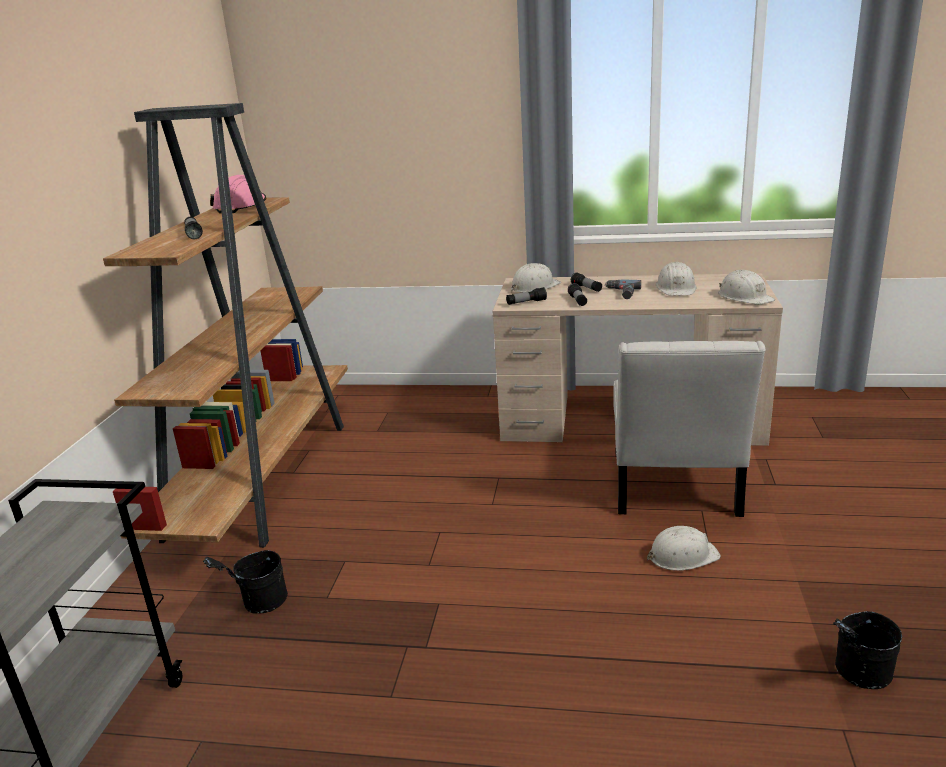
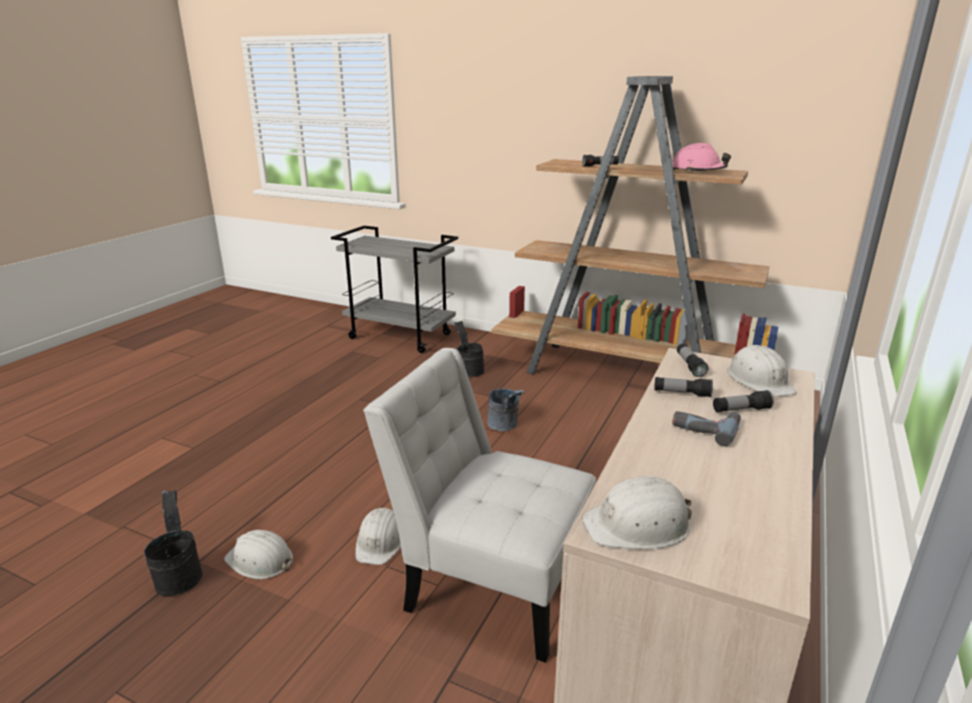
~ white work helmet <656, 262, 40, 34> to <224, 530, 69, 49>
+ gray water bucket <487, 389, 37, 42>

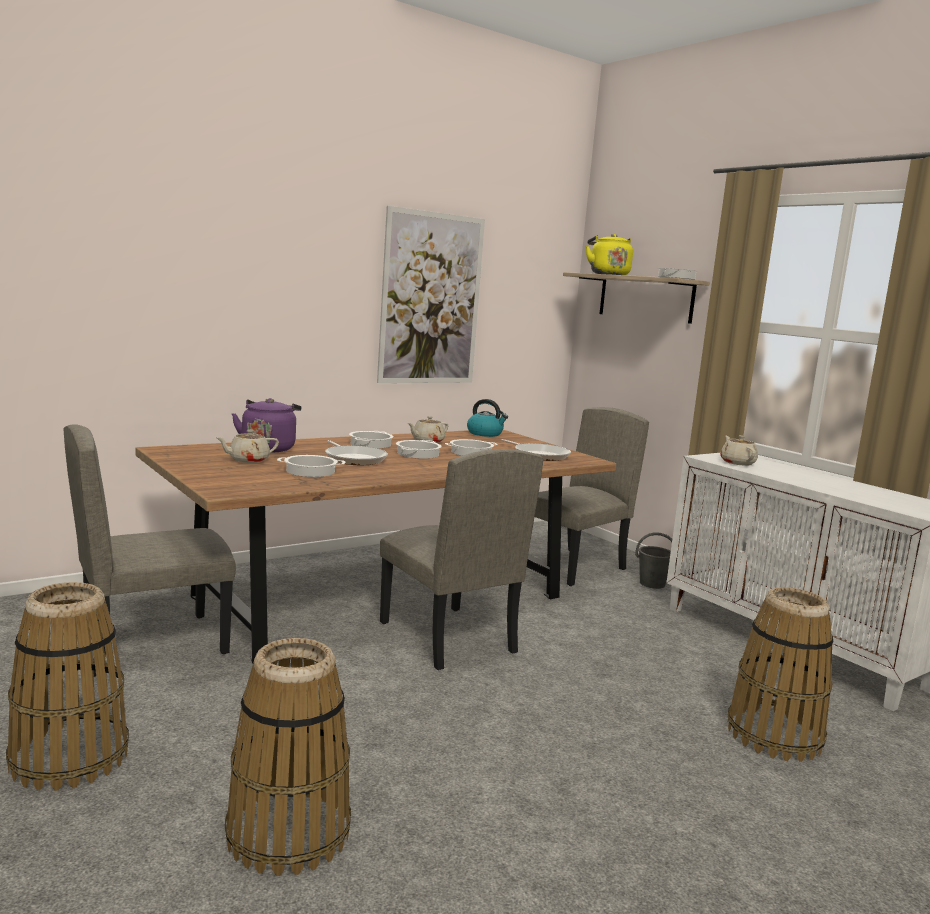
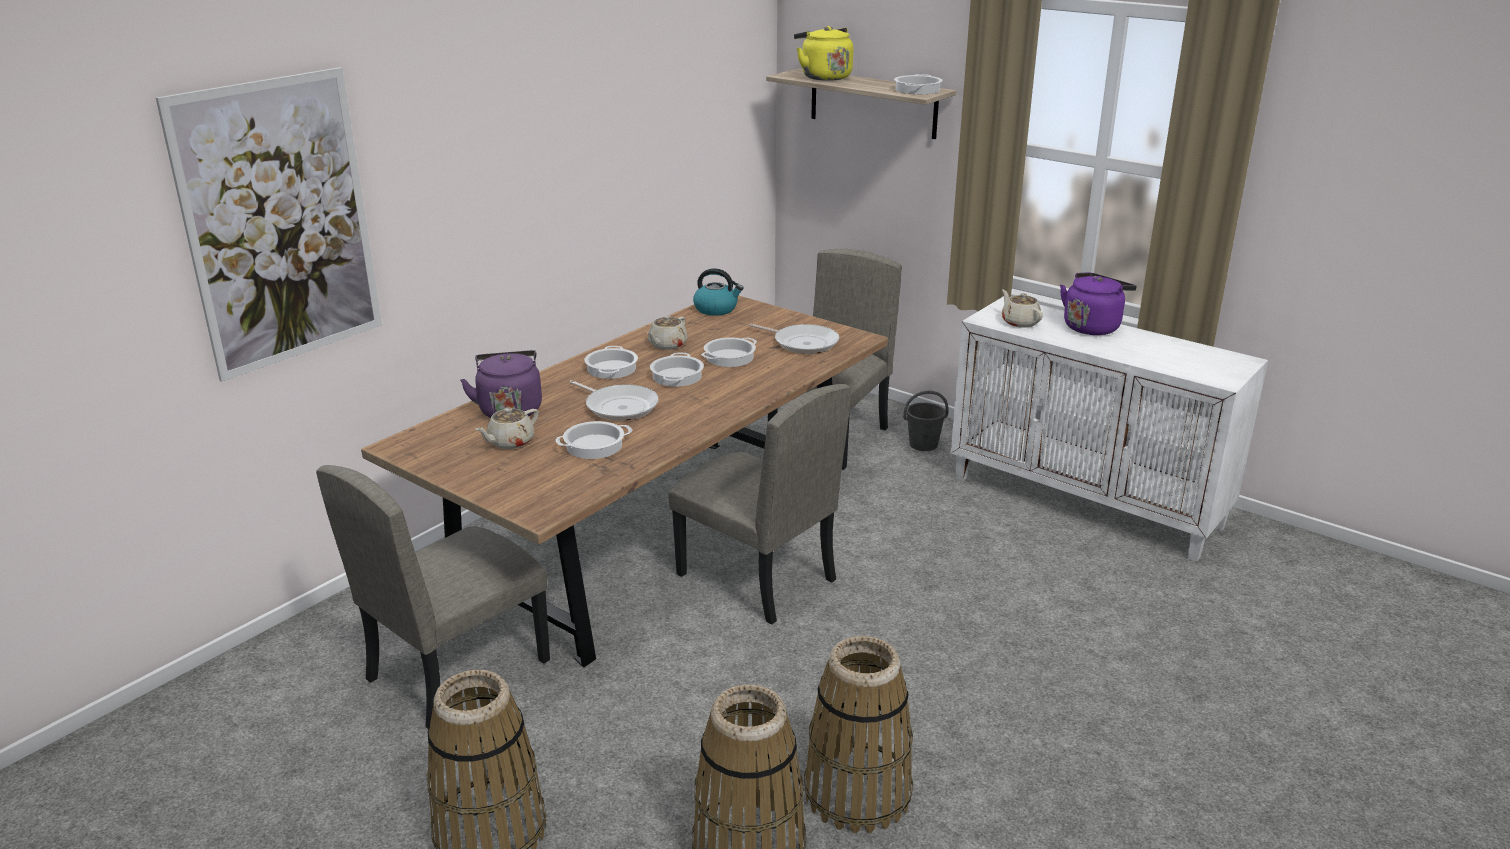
~ wall picture <377, 206, 108, 177> to <156, 67, 226, 315>
~ household basket <727, 587, 106, 175> to <804, 636, 109, 197>
+ purplish kettle <1060, 272, 77, 63>

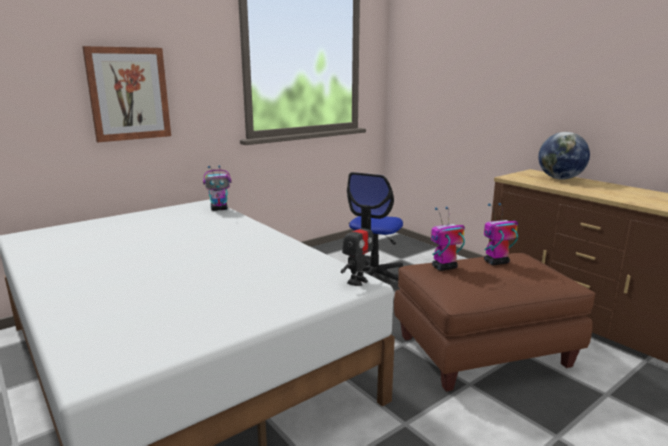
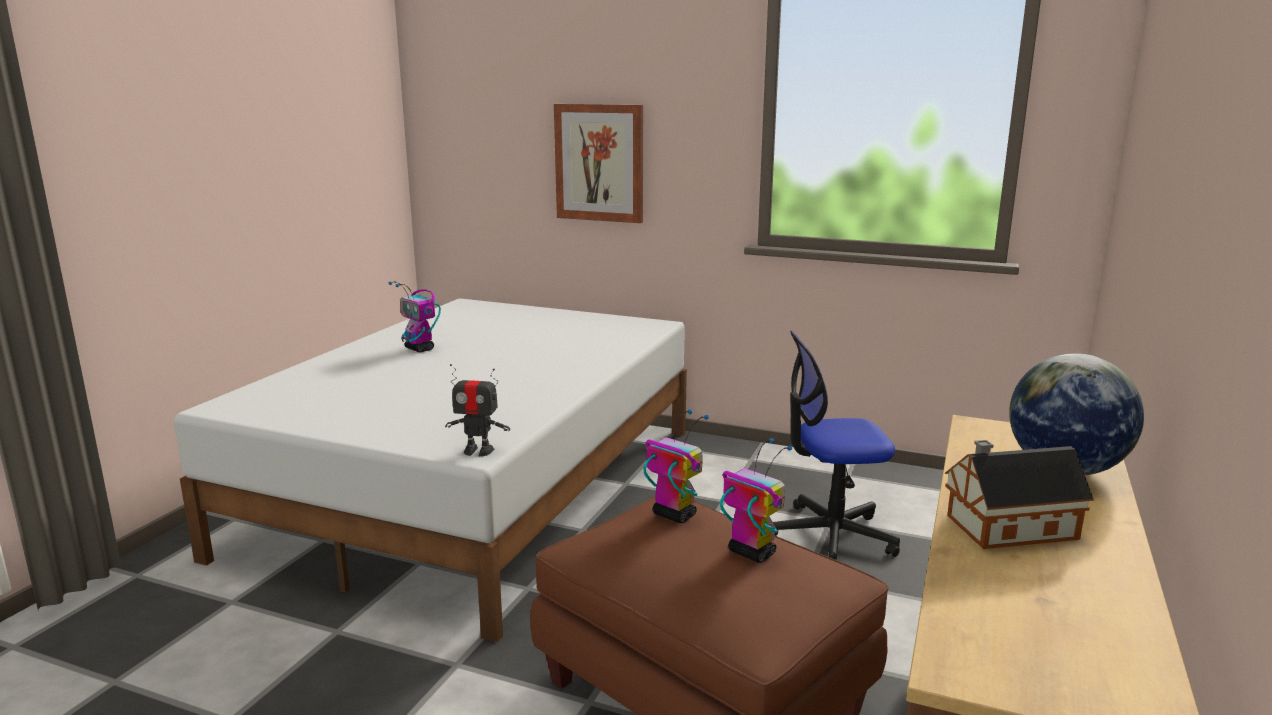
~ toy robot <203, 165, 28, 46> to <388, 281, 53, 71>
+ miniature house <945, 440, 149, 109>

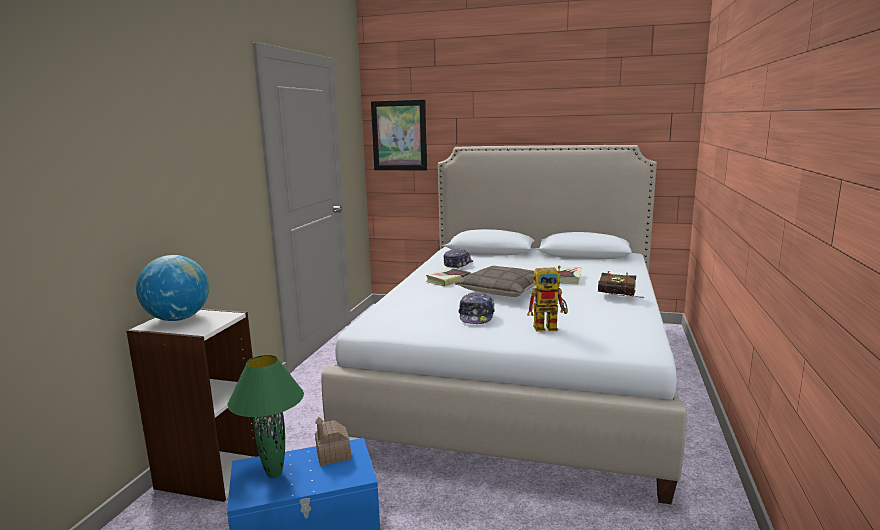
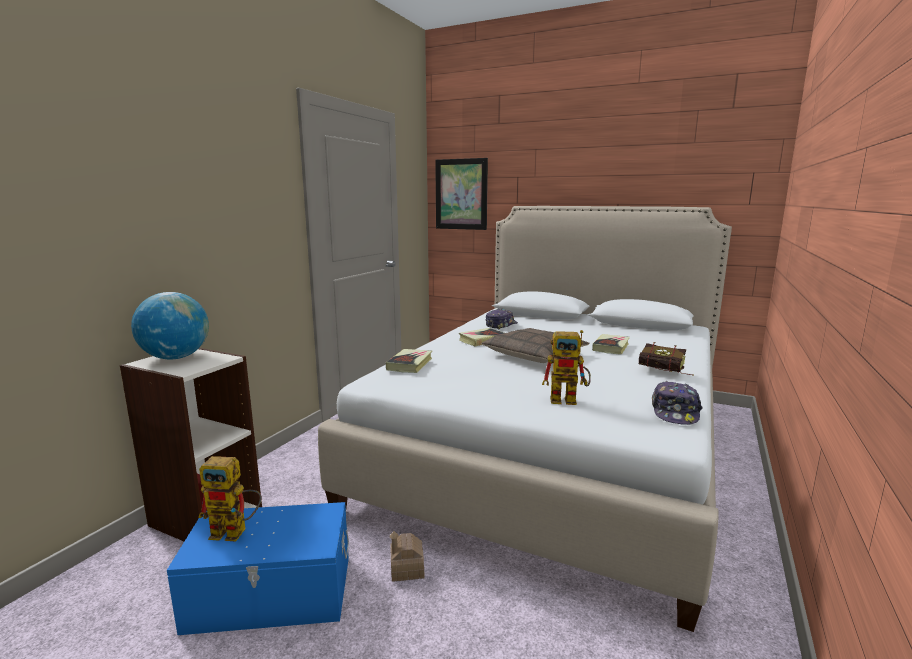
~ greenish lamp for a table <228, 355, 76, 123> to toy robot <198, 456, 64, 85>
~ miniature house <315, 417, 37, 49> to <390, 531, 35, 51>
~ cap <458, 293, 37, 31> to <652, 381, 51, 44>
+ bound book <386, 349, 46, 24>

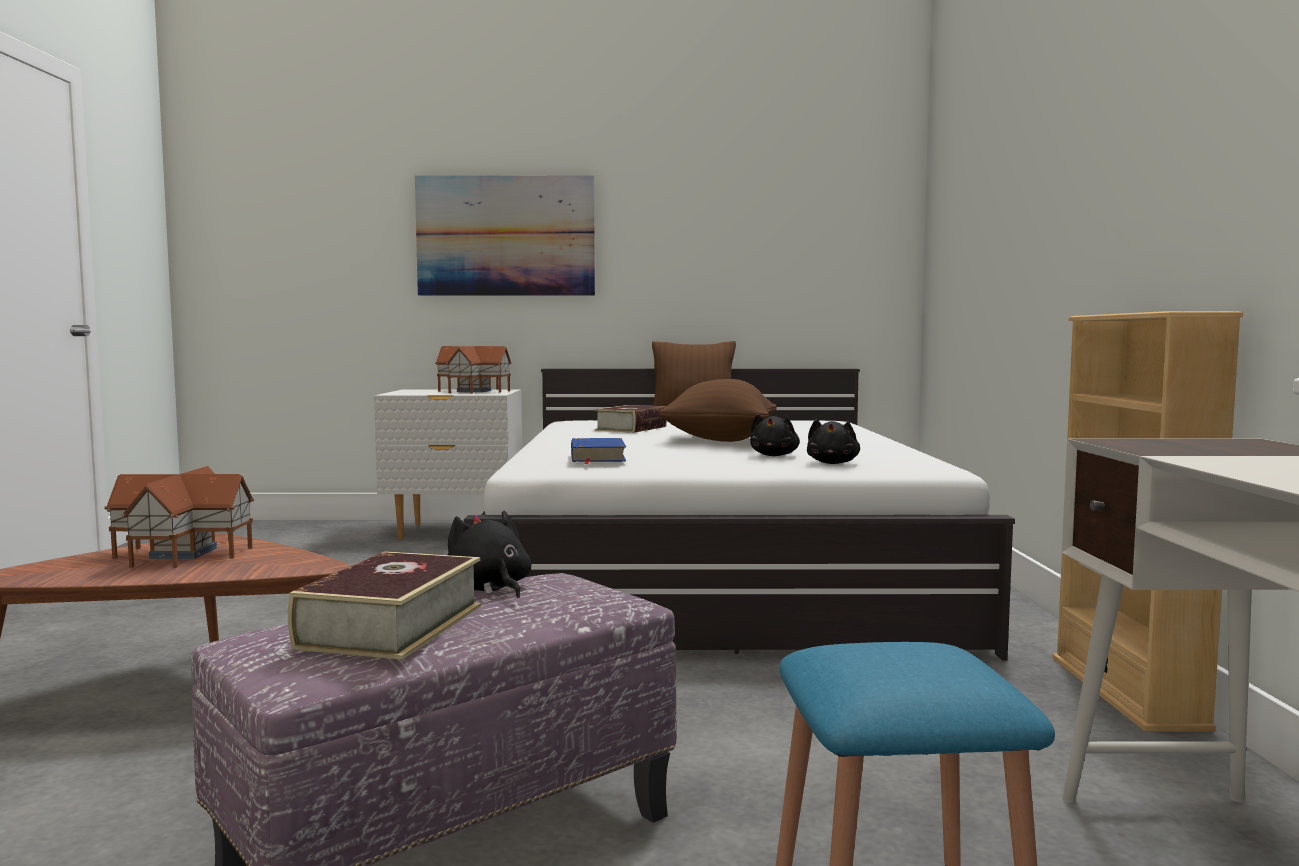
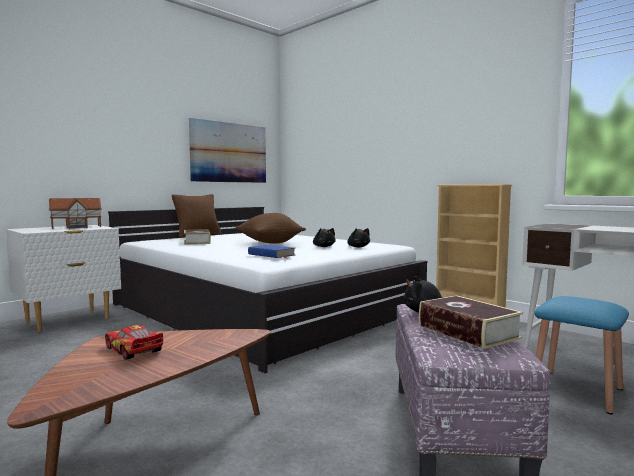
~ miniature house <104, 466, 150, 102> to model car <105, 325, 58, 35>
~ wall picture <415, 175, 180, 121> to <189, 118, 77, 65>

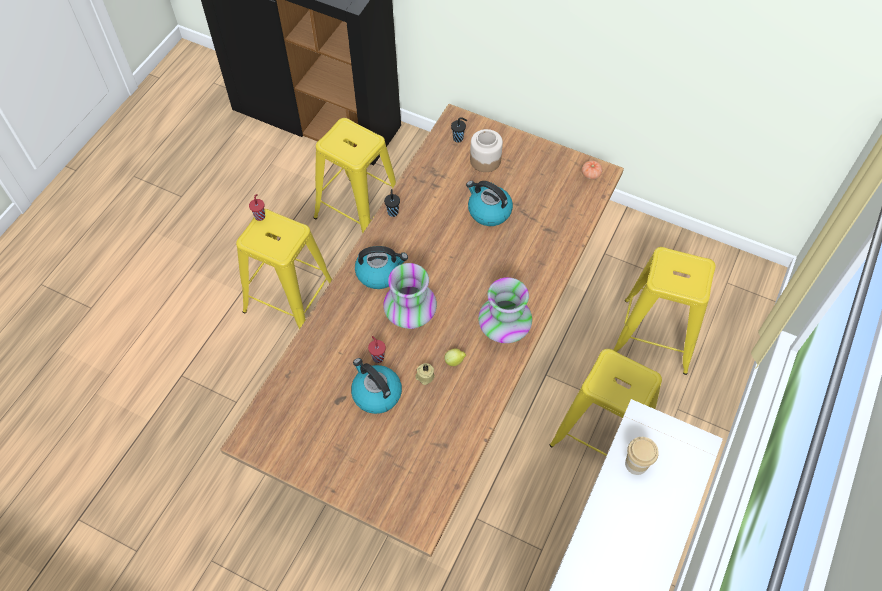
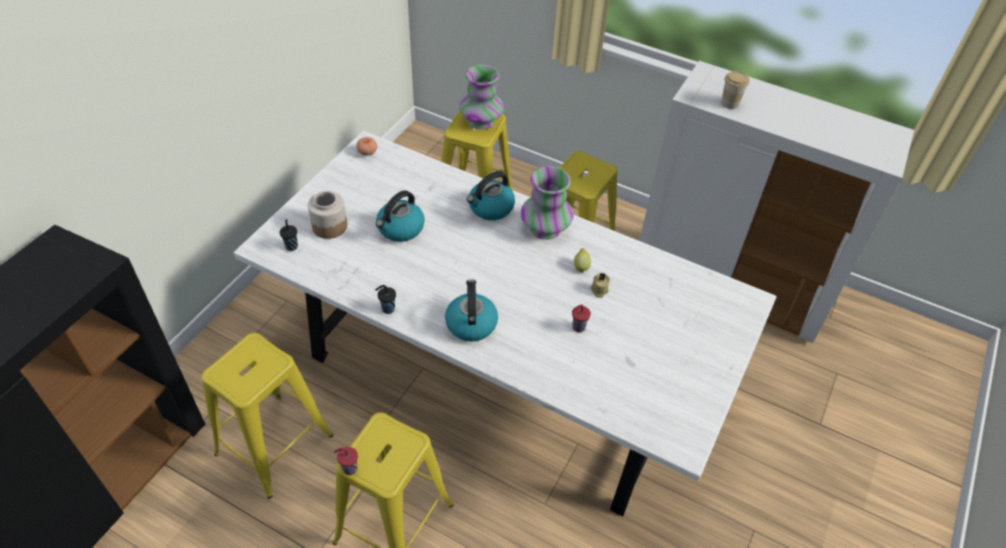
~ brown dinner table <220, 104, 404, 453> to white dinner table <234, 131, 543, 385>
~ kettle <351, 358, 51, 56> to <467, 171, 48, 49>
~ decorative vase <383, 263, 54, 66> to <459, 65, 45, 65>

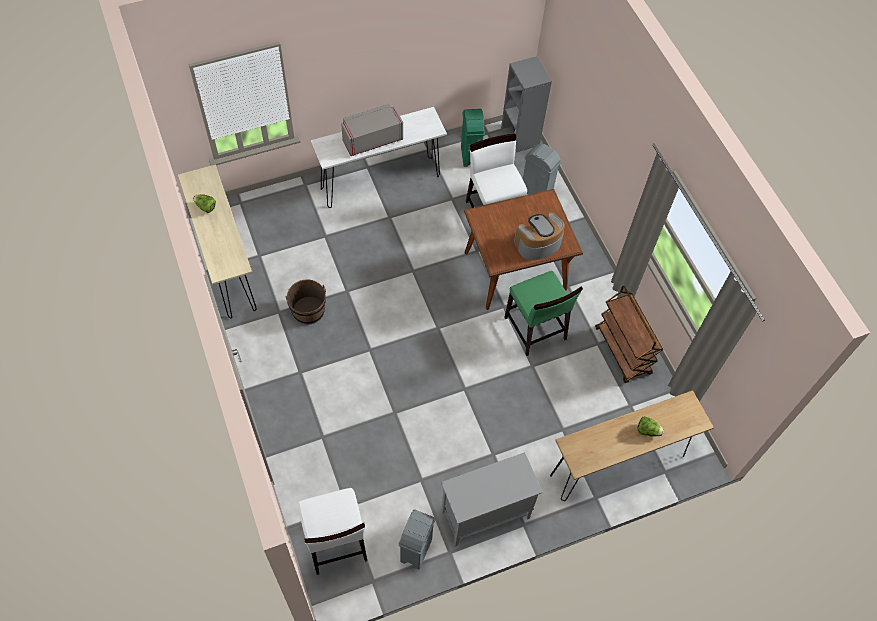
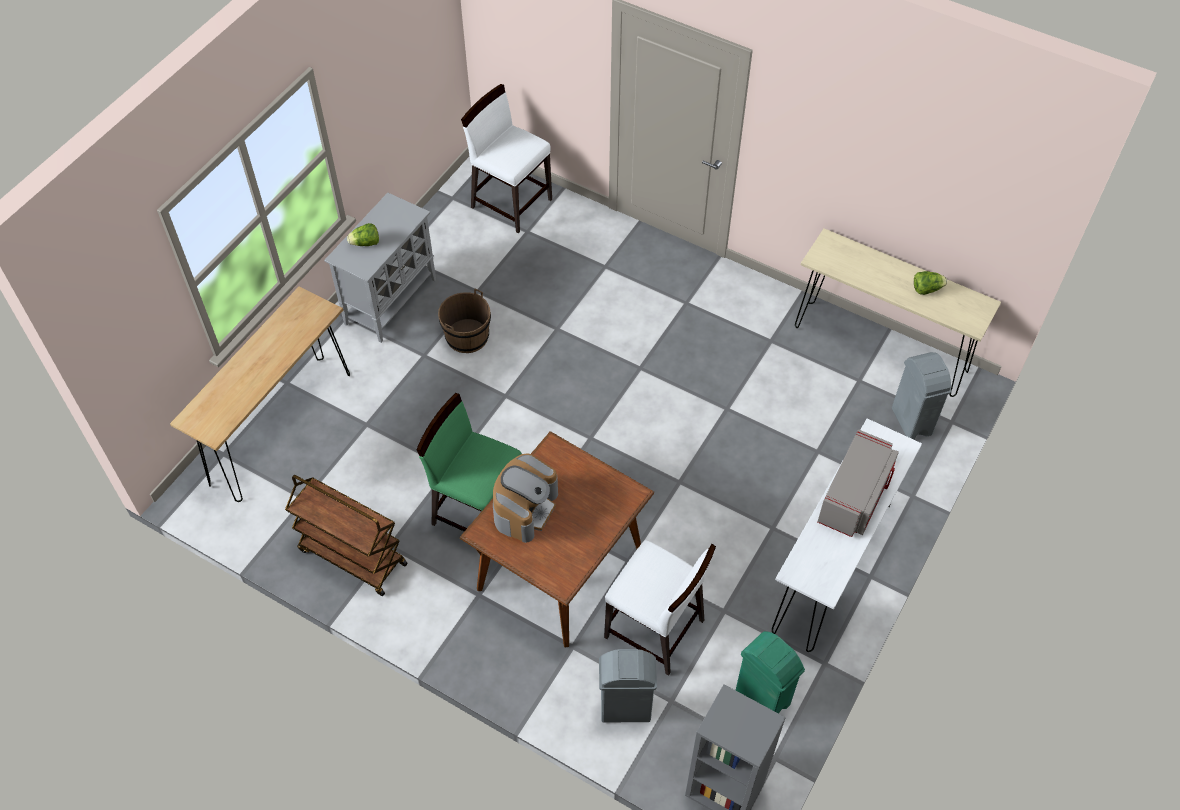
~ brown water bucket <285, 279, 41, 45> to <438, 288, 53, 65>
~ gray rubbish bin <398, 509, 37, 61> to <892, 352, 60, 88>
~ lettuce <638, 416, 26, 21> to <347, 223, 32, 23>

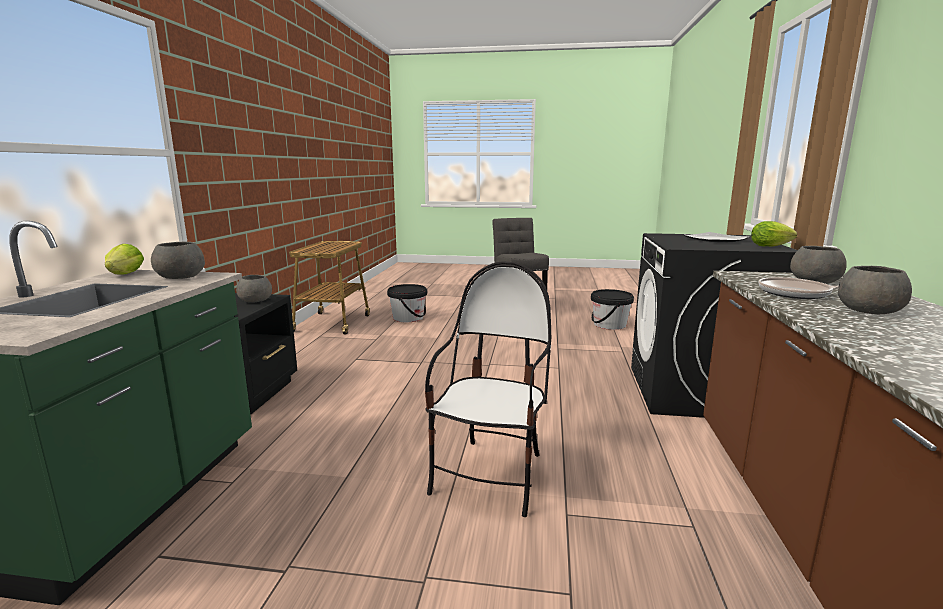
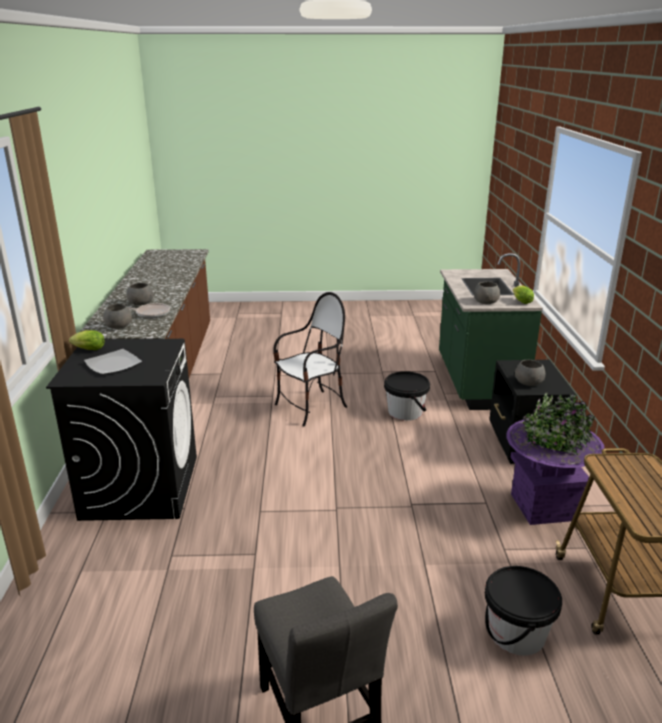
~ upright chair <425, 261, 126, 256> = <273, 292, 74, 134> 135 degrees counterclockwise
~ blackish water bucket <591, 289, 43, 41> to <384, 371, 46, 50>
+ purplish planter <506, 393, 99, 132>

